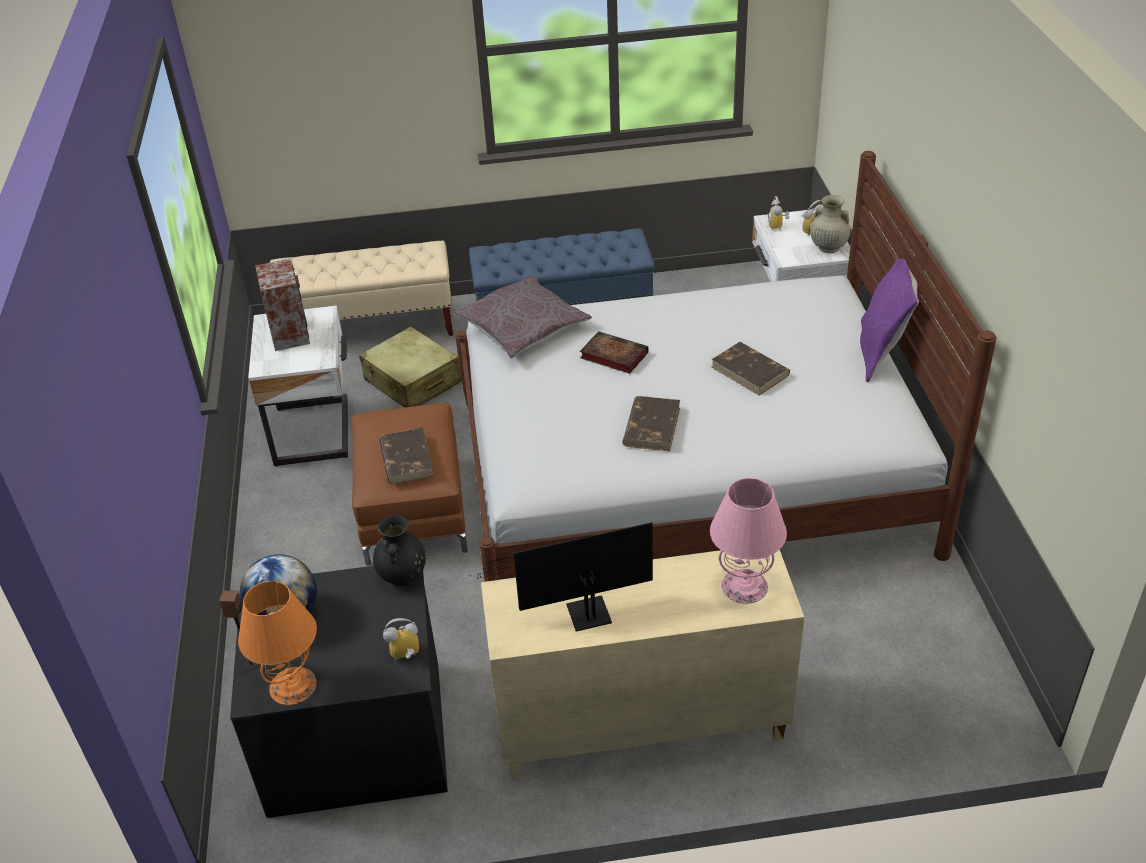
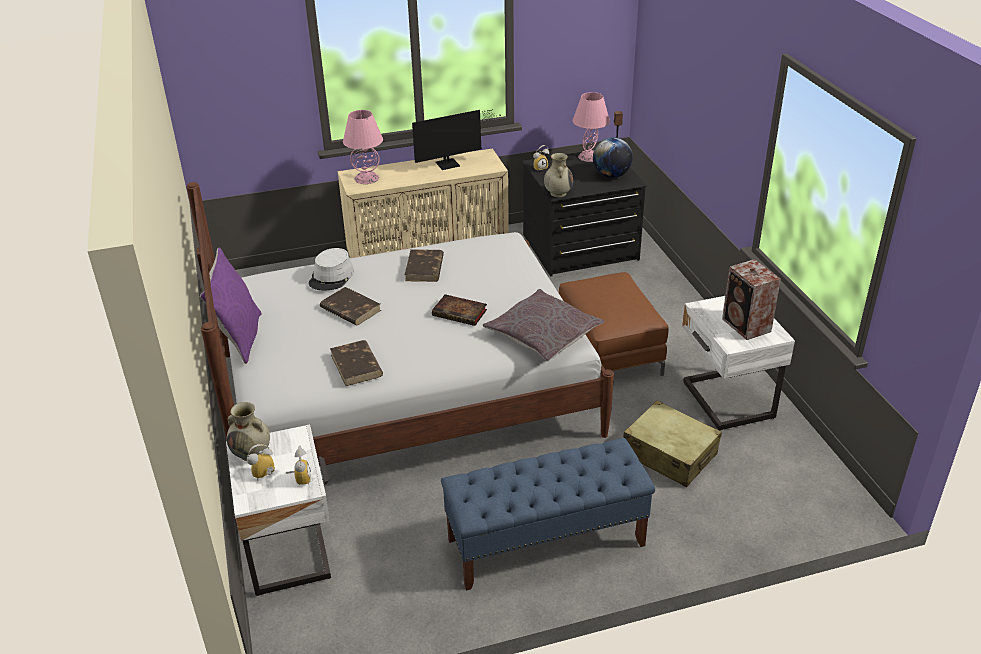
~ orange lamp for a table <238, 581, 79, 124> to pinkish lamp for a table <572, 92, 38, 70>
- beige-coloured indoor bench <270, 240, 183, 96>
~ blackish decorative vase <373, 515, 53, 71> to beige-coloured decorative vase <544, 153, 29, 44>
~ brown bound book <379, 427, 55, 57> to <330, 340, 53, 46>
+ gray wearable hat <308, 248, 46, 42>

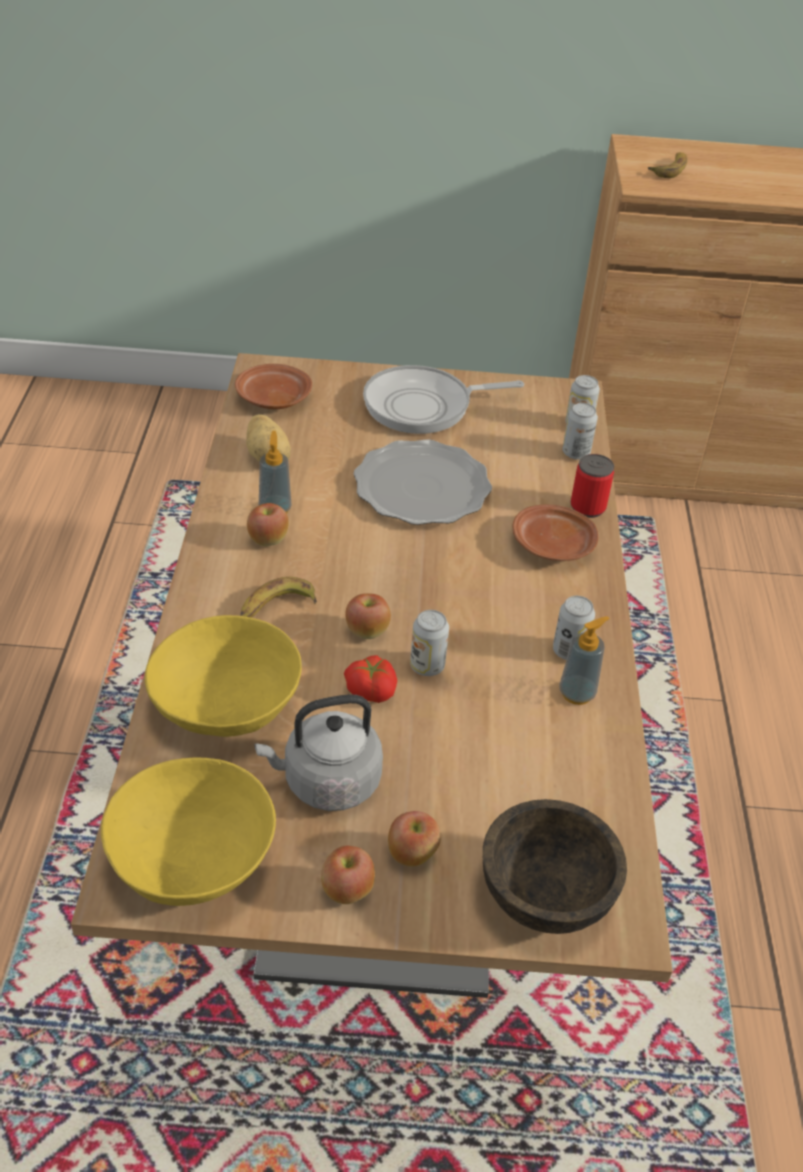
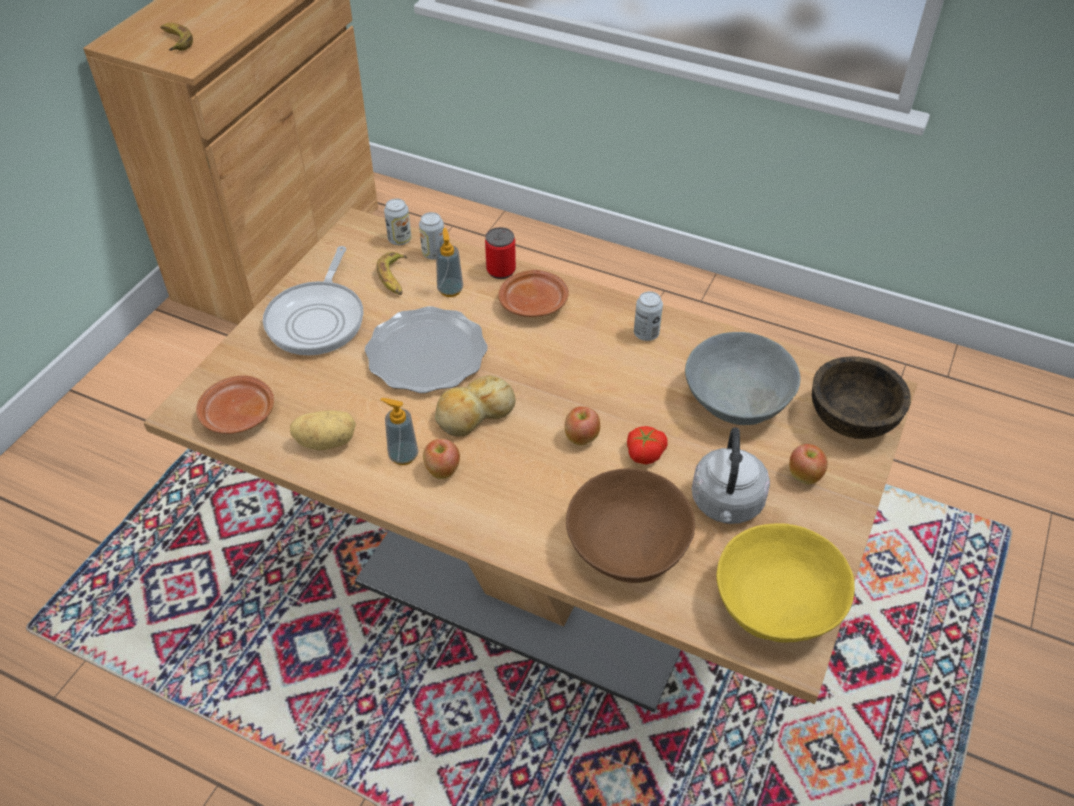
~ yellow deep dish <145, 615, 157, 122> to brown deep dish <566, 468, 129, 115>
~ banana fruit <240, 577, 77, 41> to <376, 252, 32, 43>
- apple <321, 846, 54, 58>
- sealed can <410, 610, 39, 66>
~ liquid soap bottle <559, 616, 51, 89> to <436, 228, 27, 69>
+ baked bread <435, 375, 81, 62>
+ gray deep dish <685, 332, 116, 93>

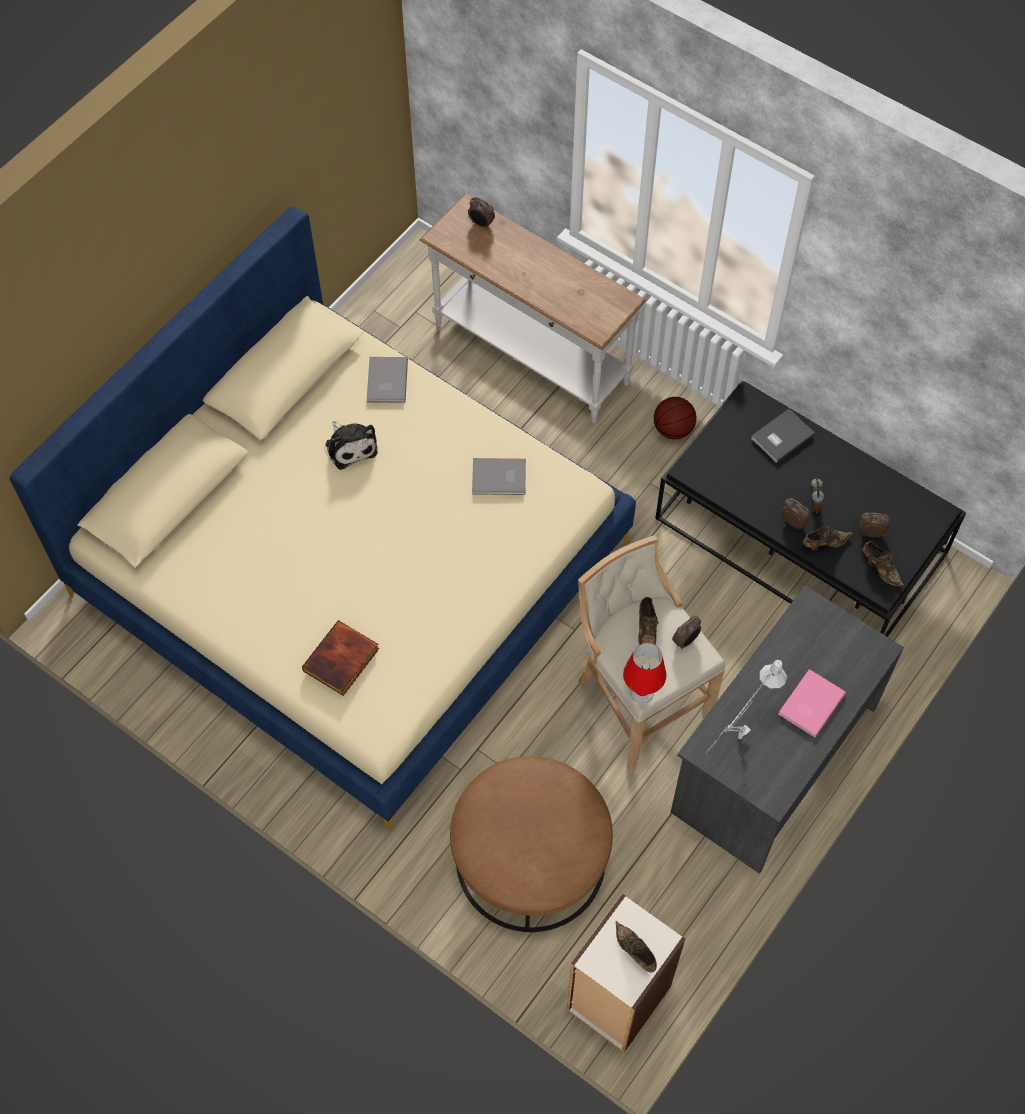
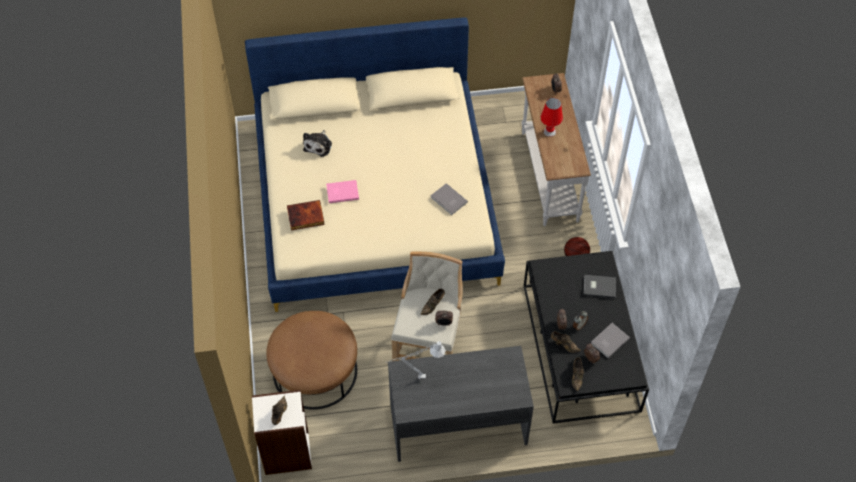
~ soft toy <325, 421, 53, 49> to <303, 130, 29, 27>
~ gray bound book <367, 357, 41, 46> to <590, 323, 40, 35>
~ red-coloured lamp for a table <623, 643, 43, 61> to <541, 98, 22, 39>
~ pinkish bound book <778, 669, 68, 68> to <326, 180, 33, 23>

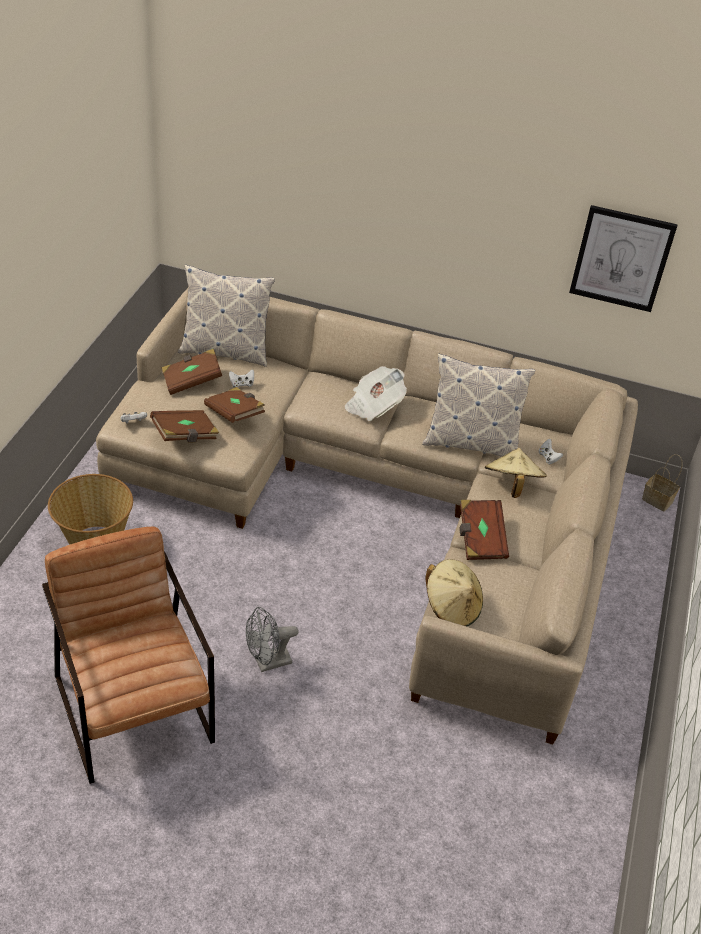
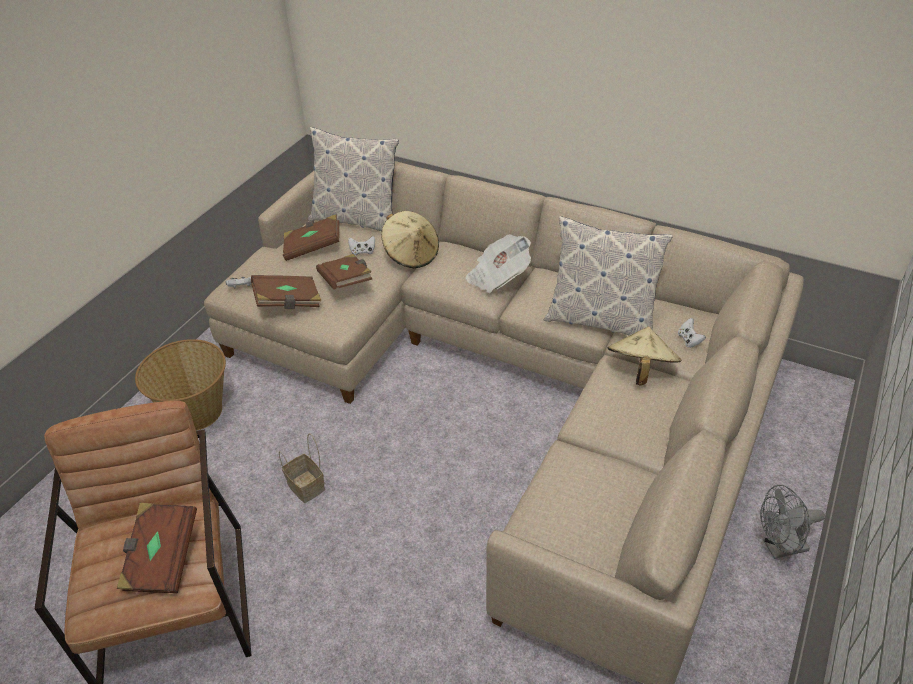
~ gray cooling fan <246, 607, 53, 65> to <760, 485, 65, 74>
~ beige-coloured wearable hat <425, 559, 58, 67> to <381, 211, 58, 57>
~ brown bound book <460, 500, 49, 60> to <117, 503, 80, 91>
- wall picture <569, 205, 109, 107>
~ household basket <642, 454, 40, 57> to <279, 433, 46, 70>

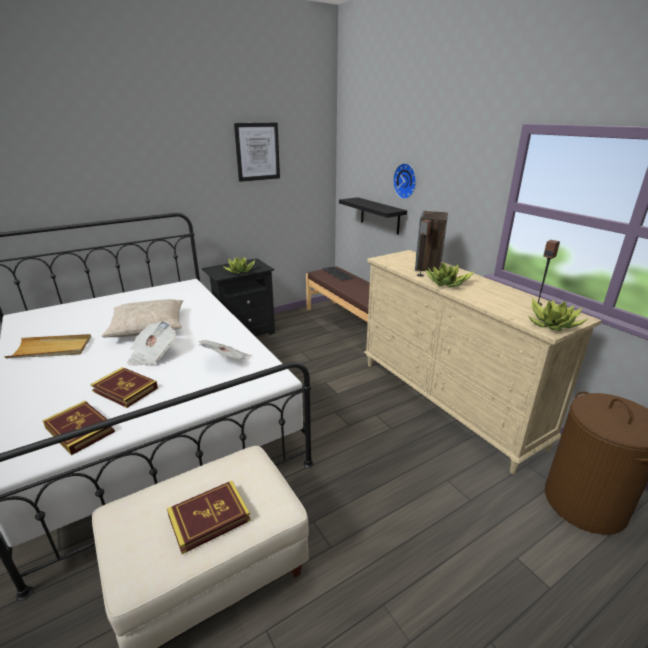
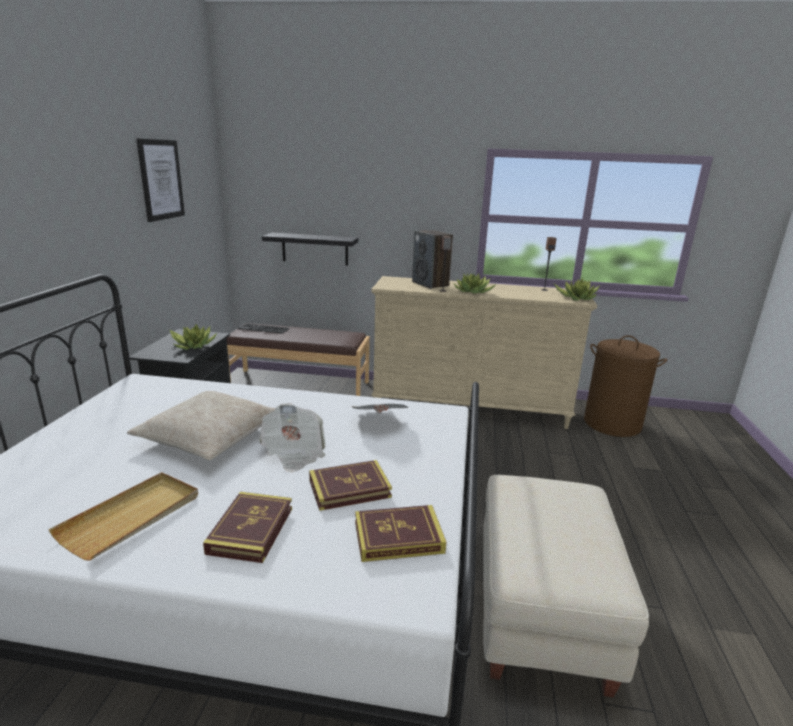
~ bound book <167, 481, 84, 73> to <203, 492, 89, 71>
- wall clock <393, 163, 23, 36>

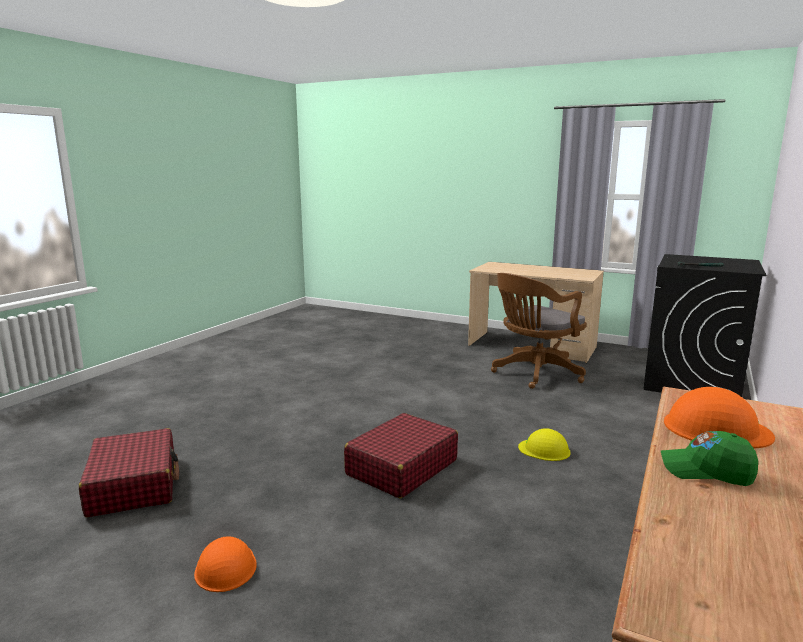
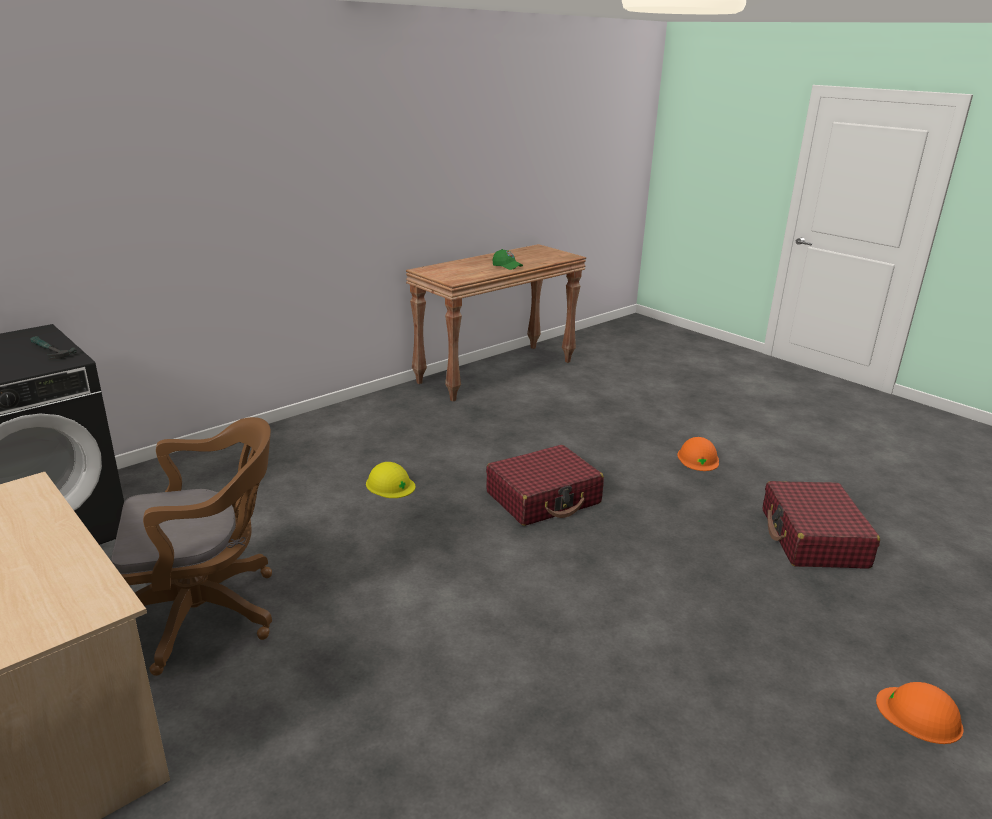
~ orange work helmet <664, 387, 111, 61> to <876, 682, 87, 62>

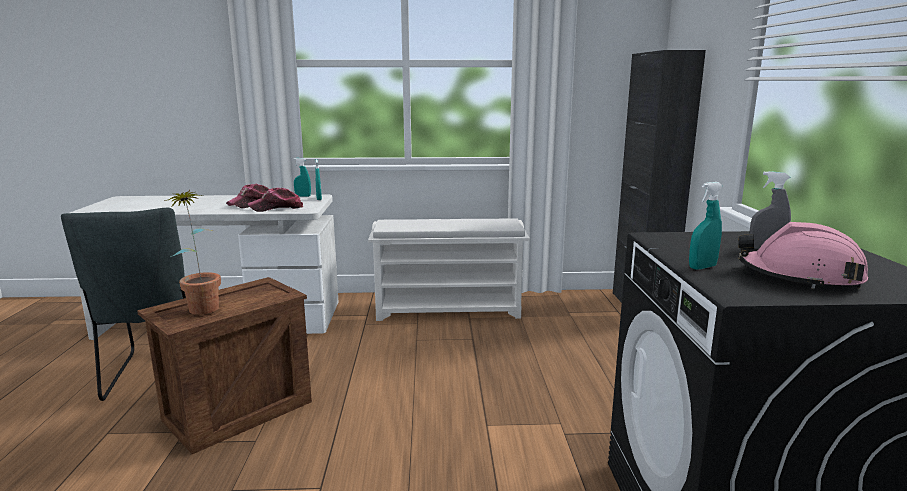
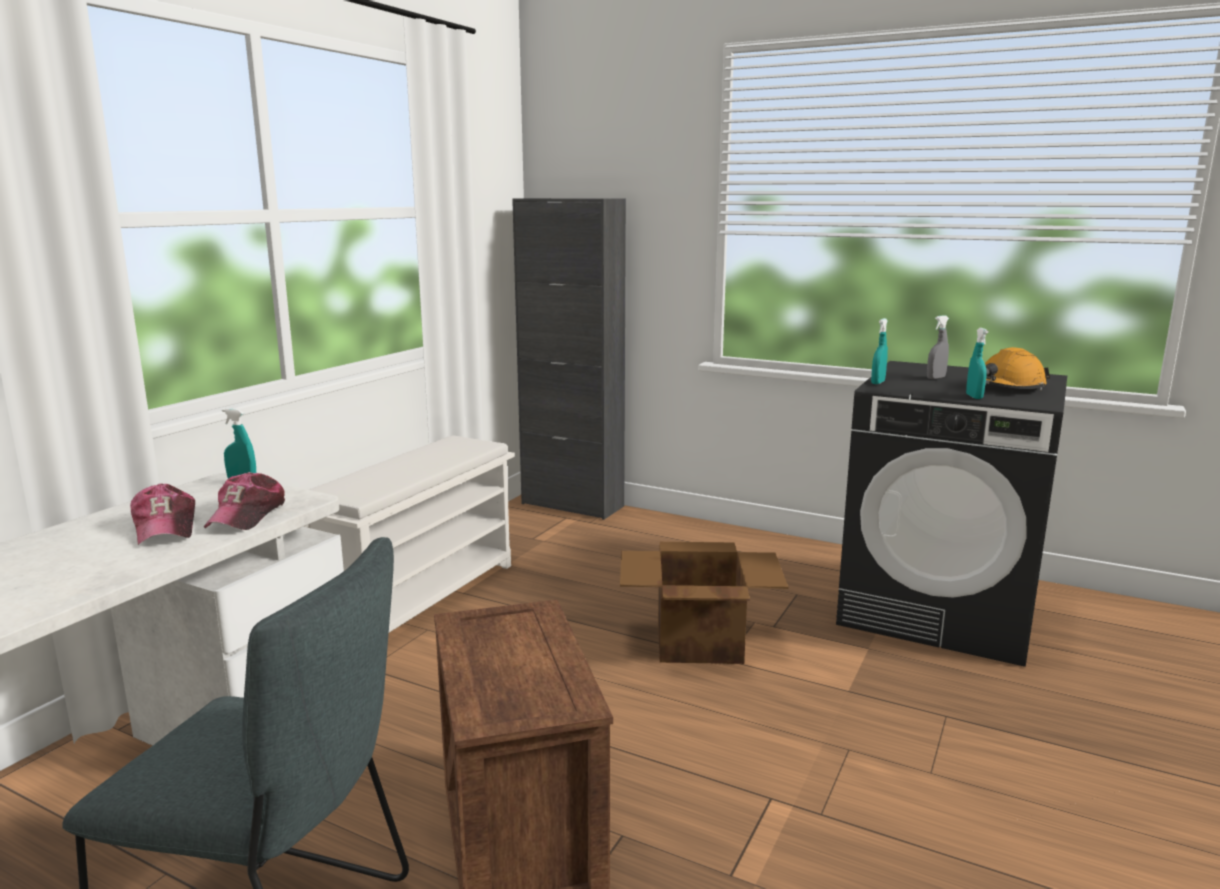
- potted plant <168, 190, 53, 125>
~ turquoise hand sprayer <294, 158, 17, 39> to <871, 318, 17, 66>
~ pinkish work helmet <738, 222, 130, 67> to orange work helmet <985, 347, 65, 43>
+ cardboard box <620, 542, 168, 122>

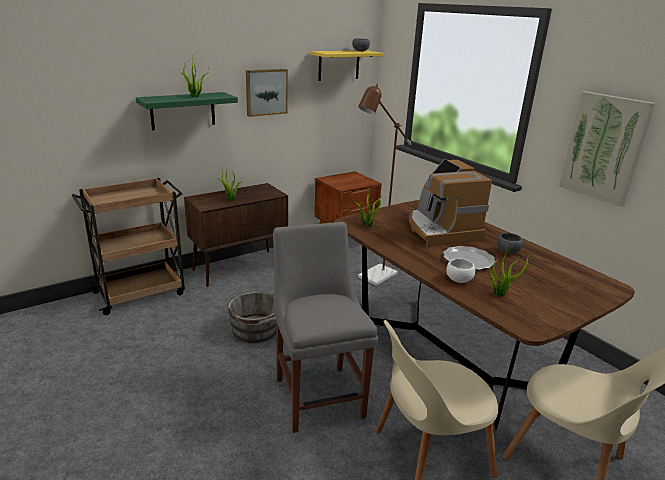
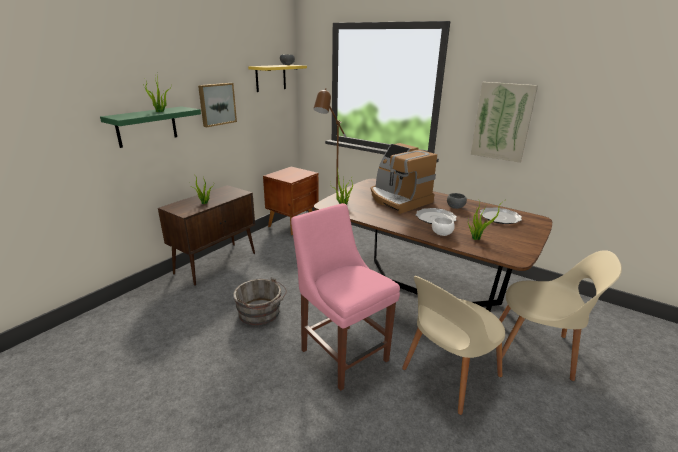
- brown wheeled cart <72, 178, 113, 137>
~ gray upright chair <273, 222, 105, 211> to pinkish upright chair <291, 203, 109, 188>
+ flat dish <480, 207, 42, 17>

